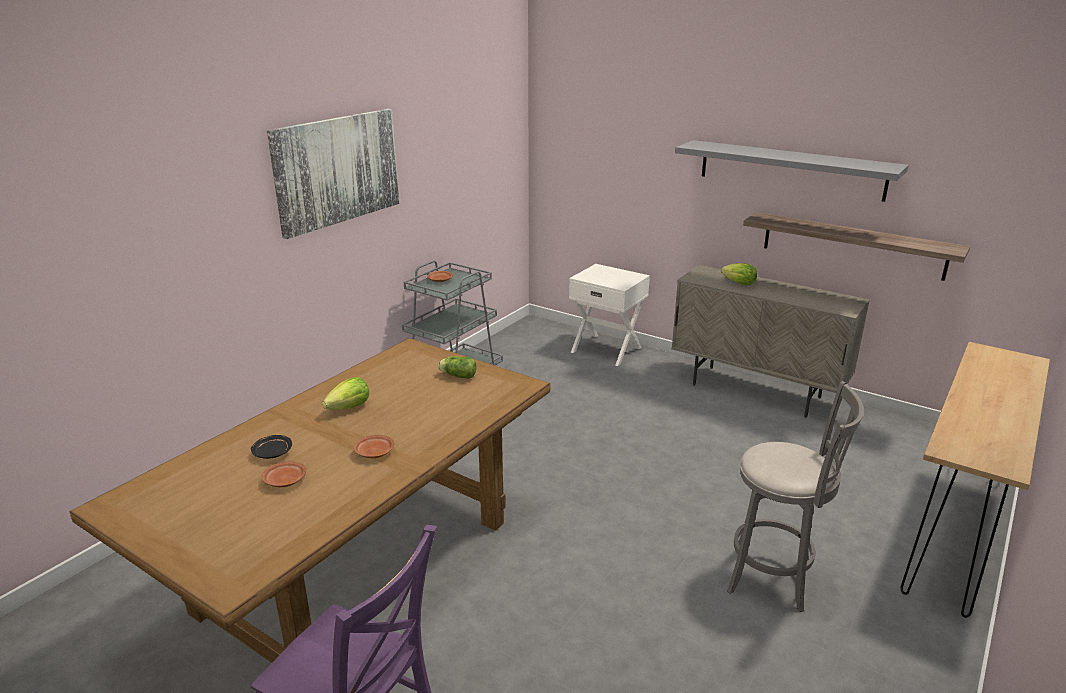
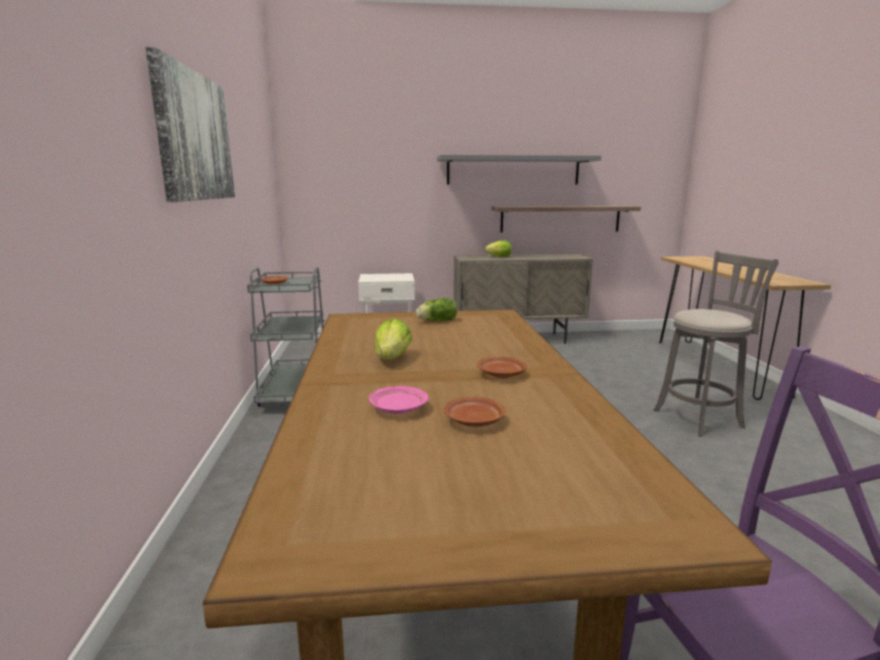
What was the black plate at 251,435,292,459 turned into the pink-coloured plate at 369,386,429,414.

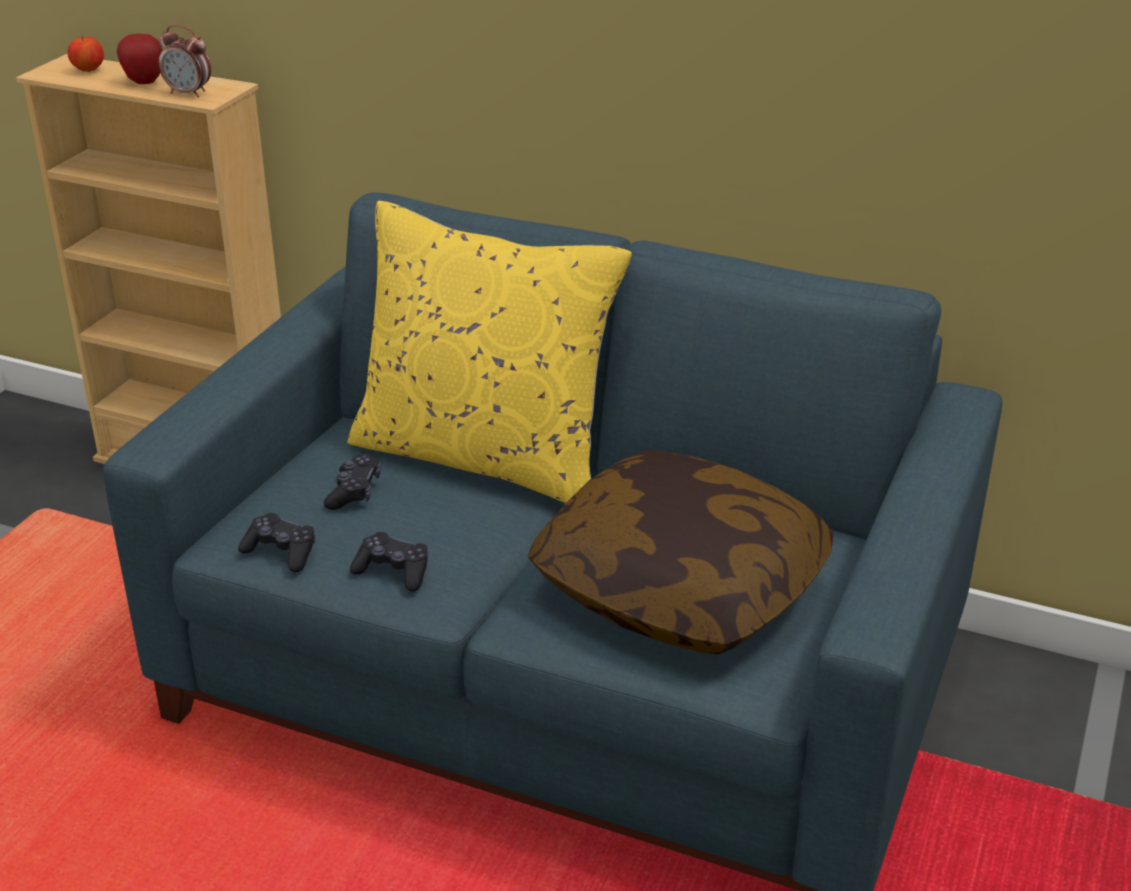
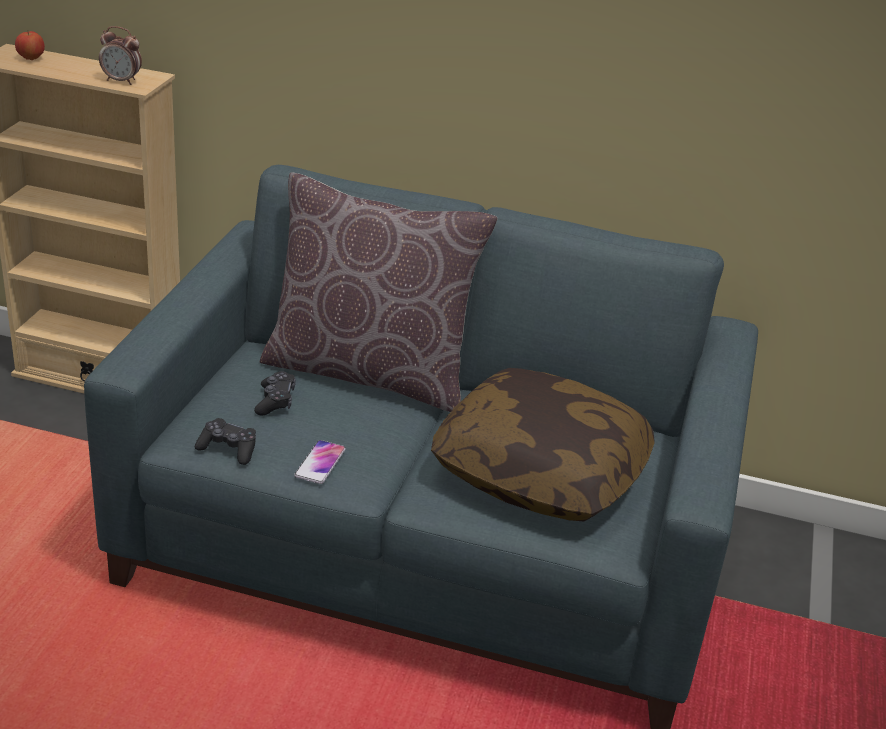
The second view lost the whole apple at 117,33,163,84.
What was the yellow-coloured cushion at 348,201,632,503 turned into the brown-coloured cushion at 260,172,497,412.
Where the black joypad stood at 350,532,428,592, the handset came to stand at 294,440,346,484.

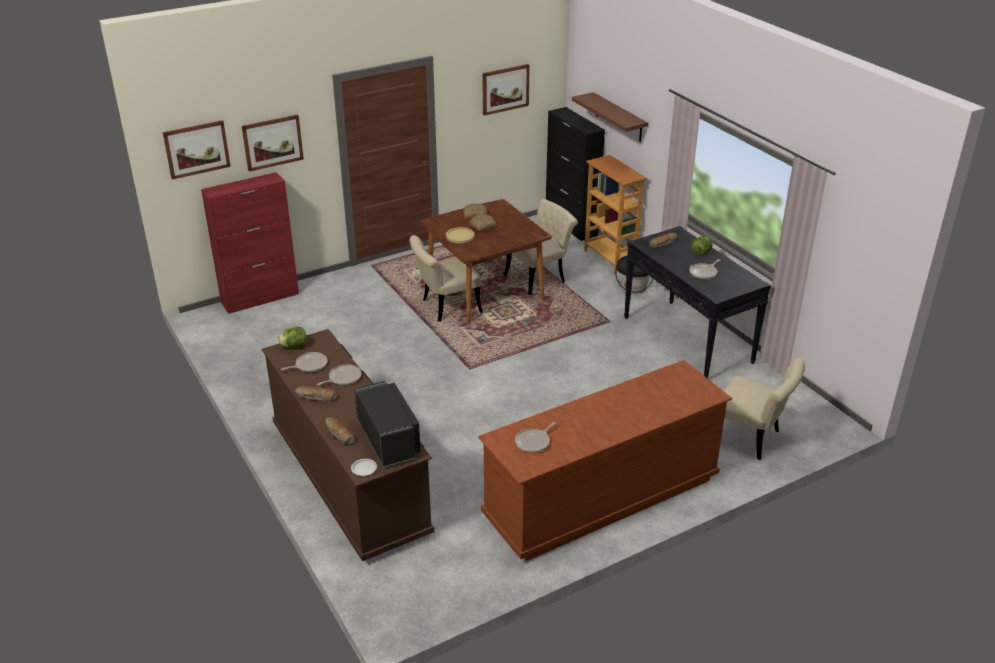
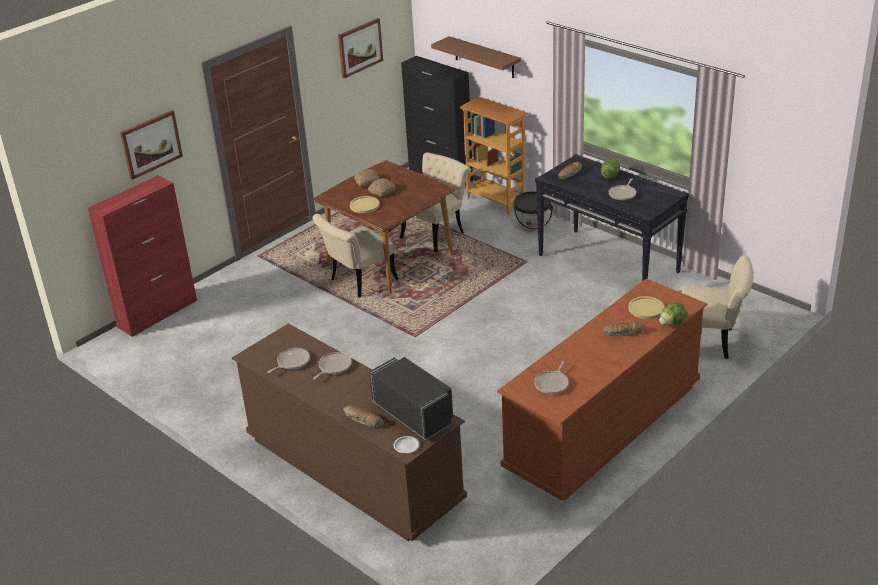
The second view lost the wall art at 163,120,231,180.
The lettuce ended up elsewhere, having gone from 278,327,307,348 to 659,303,687,326.
The baked bread ended up elsewhere, having gone from 295,386,337,401 to 603,322,644,336.
The second view gained the yellow-coloured plate at 628,296,664,319.

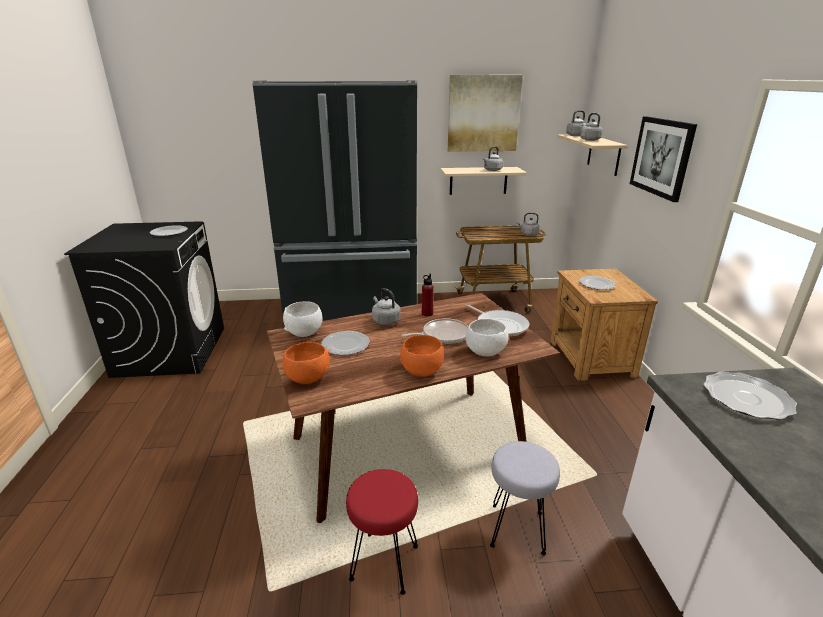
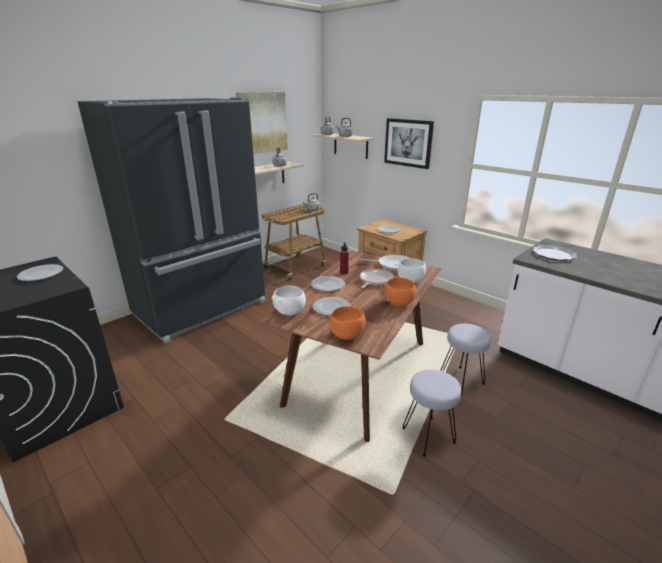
What was the reddish stool at 346,469,418,595 turned into the gray stool at 403,369,461,457.
Where the gray water kettle stood at 372,288,401,325, the plate came to stand at 311,276,345,291.

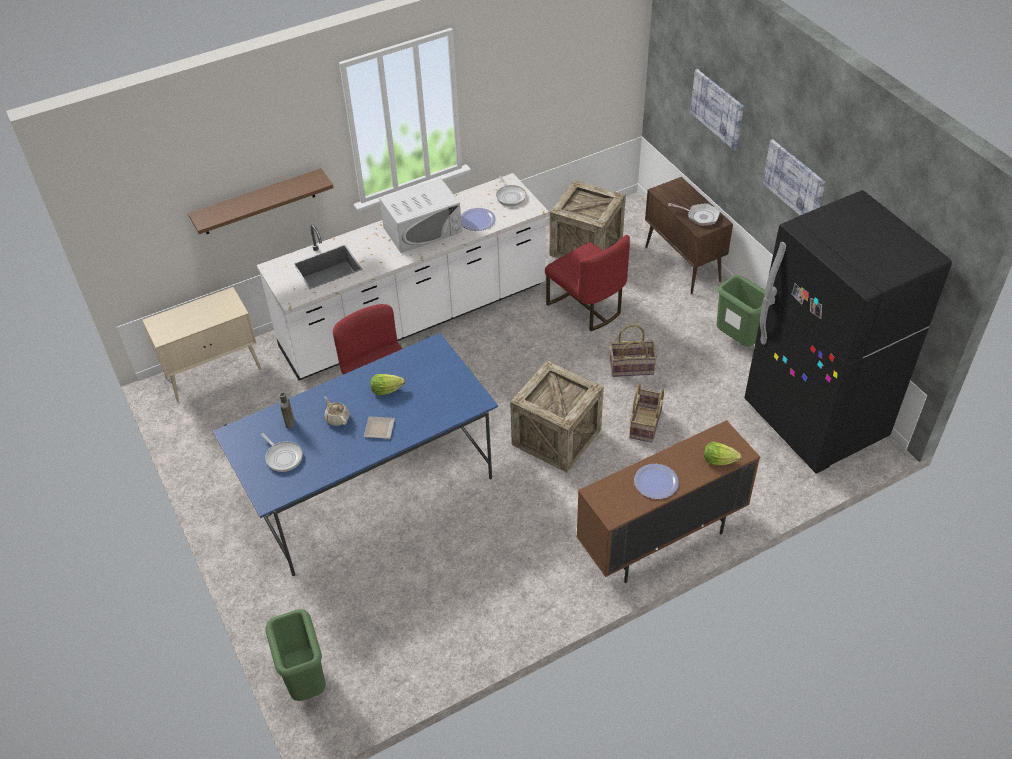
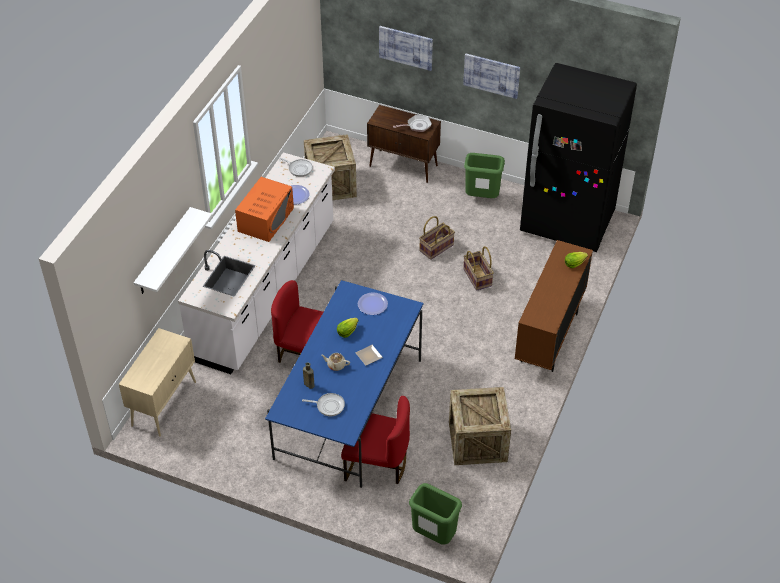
What was the brown-coloured shelf at 188,168,334,234 turned into the whitish shelf at 134,207,213,294.
What was the whitish kitchen microwave at 380,178,462,253 turned into the orange-coloured kitchen microwave at 235,177,294,242.
The packing crate ended up elsewhere, having gone from 510,361,604,473 to 449,387,511,465.
The reddish upright chair ended up elsewhere, having gone from 545,235,630,331 to 341,396,410,484.
The plate ended up elsewhere, having gone from 634,464,679,499 to 358,292,388,315.

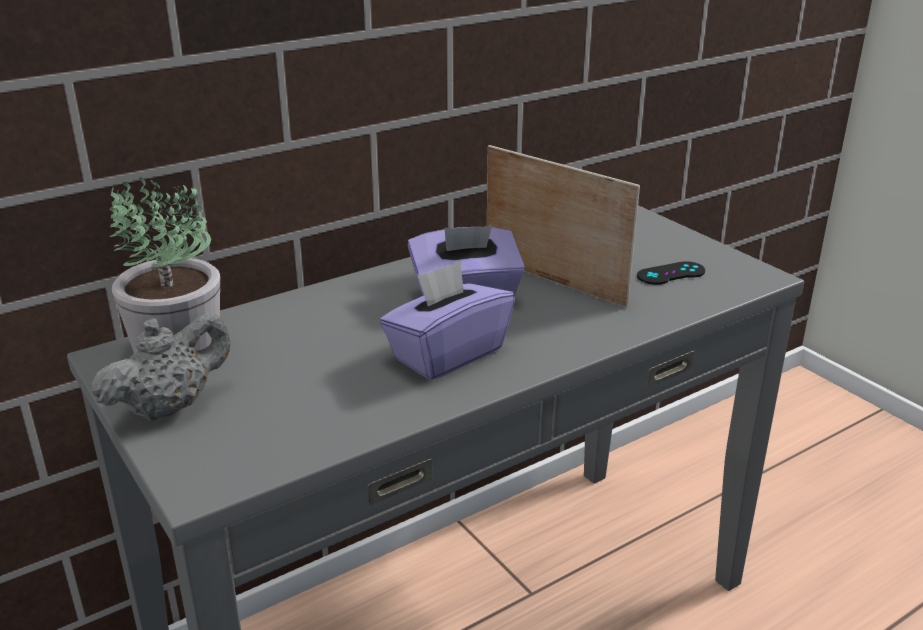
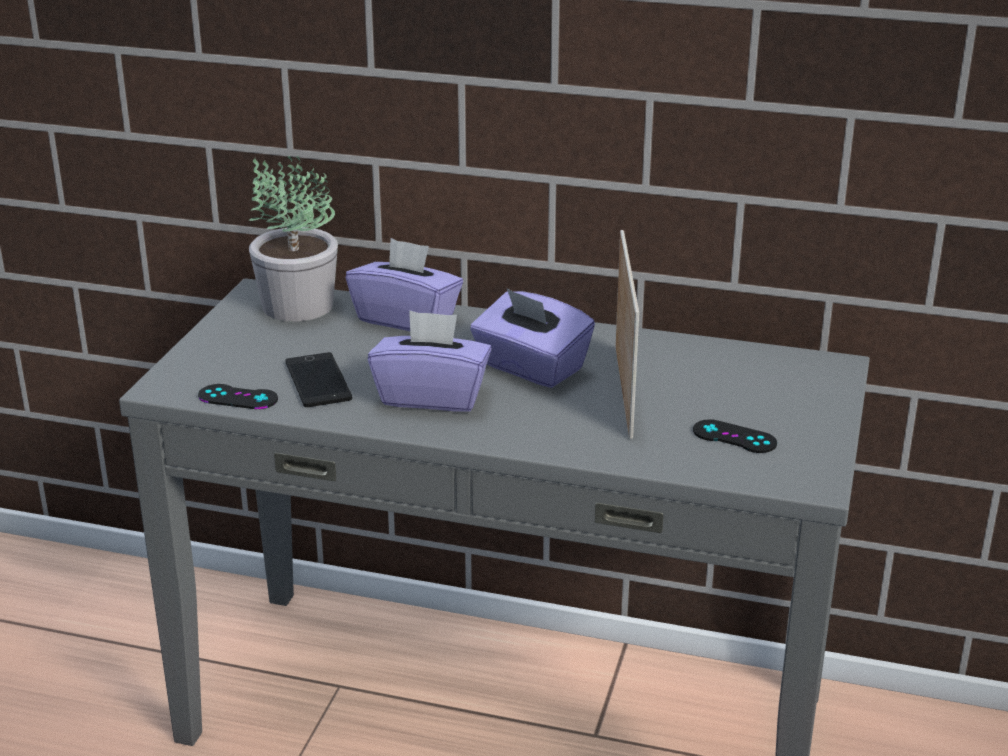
The second view lost the gray tea pot at 91,312,231,422.
The second view gained the black joypad at 198,384,278,409.
The second view gained the handset at 285,352,352,407.
The second view gained the purplish tissue box at 346,238,463,331.

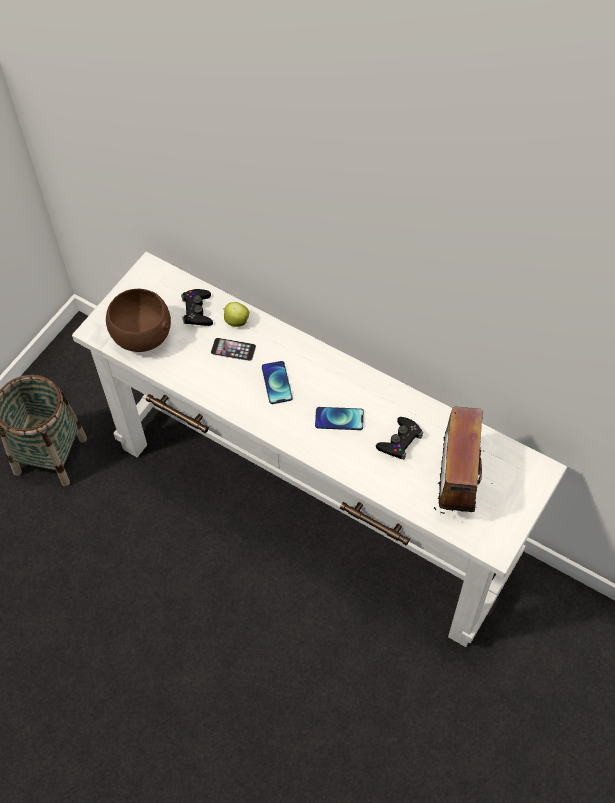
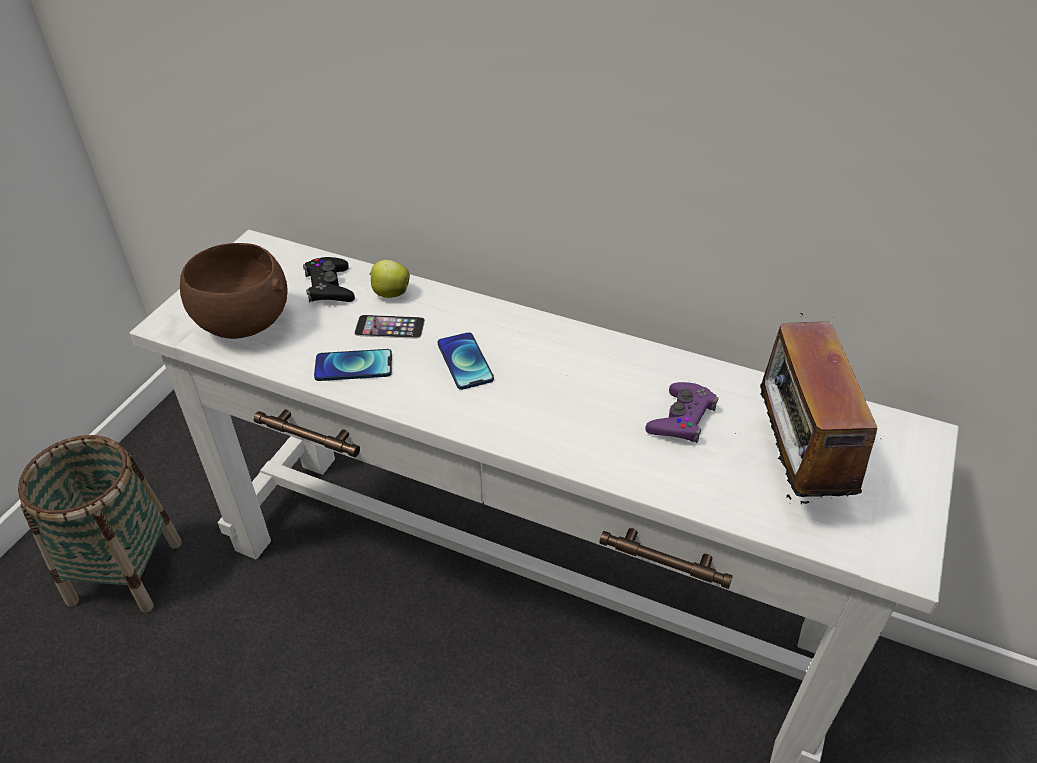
The handset ended up elsewhere, having gone from 315,407,364,430 to 314,349,392,381.
What was the black joypad at 376,417,423,460 turned into the purplish joypad at 645,382,719,443.

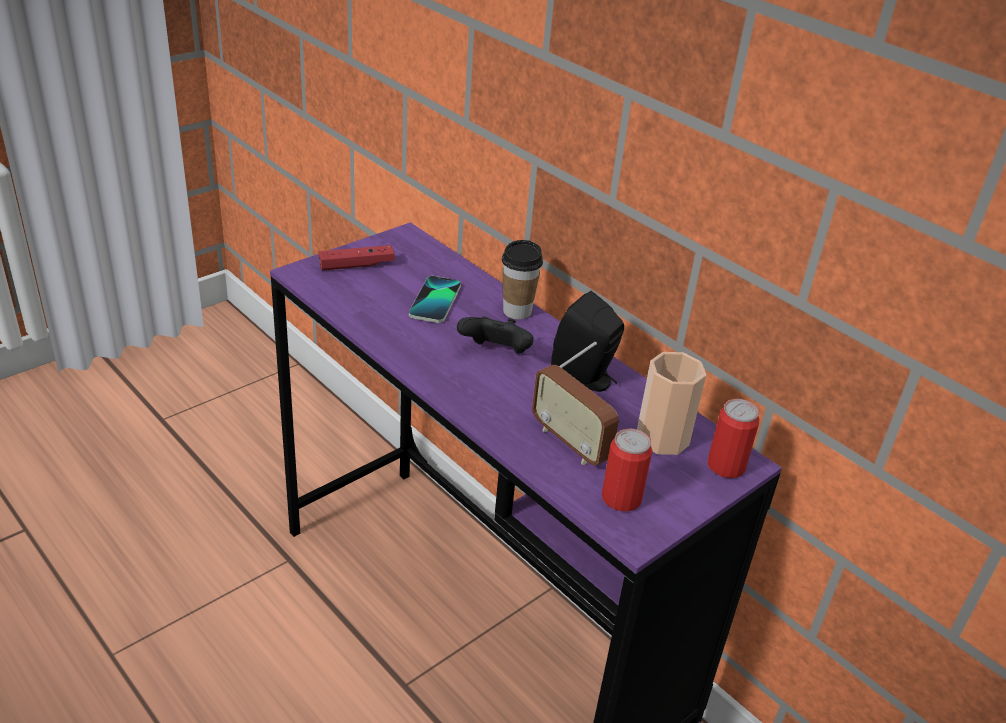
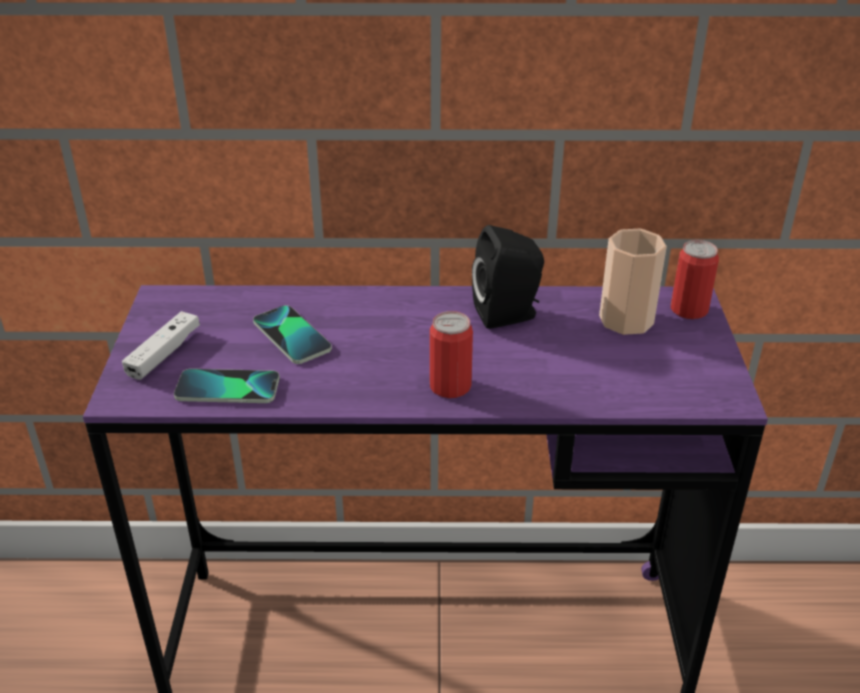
What was the reddish joypad at 319,245,395,270 turned into the whitish joypad at 122,311,200,380.
The second view lost the black joypad at 457,316,534,354.
The second view lost the drinking cup at 502,240,543,319.
The second view lost the radio receiver at 532,342,619,465.
The metal can ended up elsewhere, having gone from 602,429,652,511 to 430,311,473,398.
The second view gained the handset at 174,369,280,403.

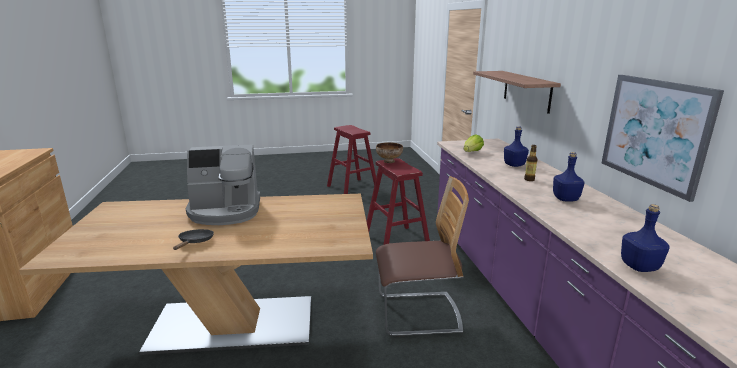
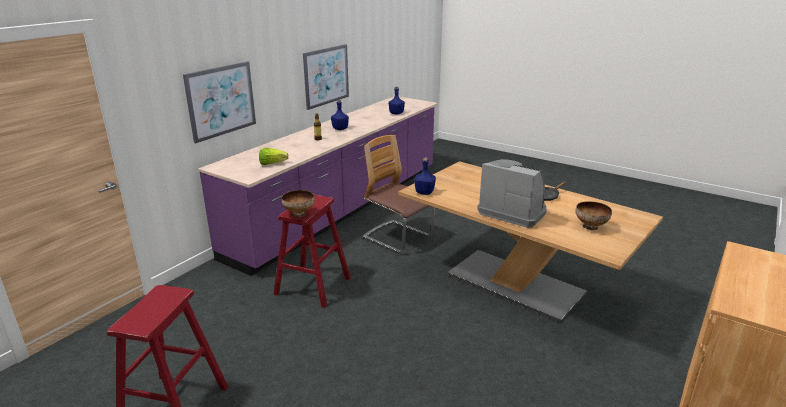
Where the shelf hung at 473,71,561,114, the wall art came to hang at 183,61,256,143.
The blue drink bottle ended up elsewhere, having gone from 504,126,529,167 to 414,157,436,195.
The second view gained the serving bowl at 575,201,612,230.

